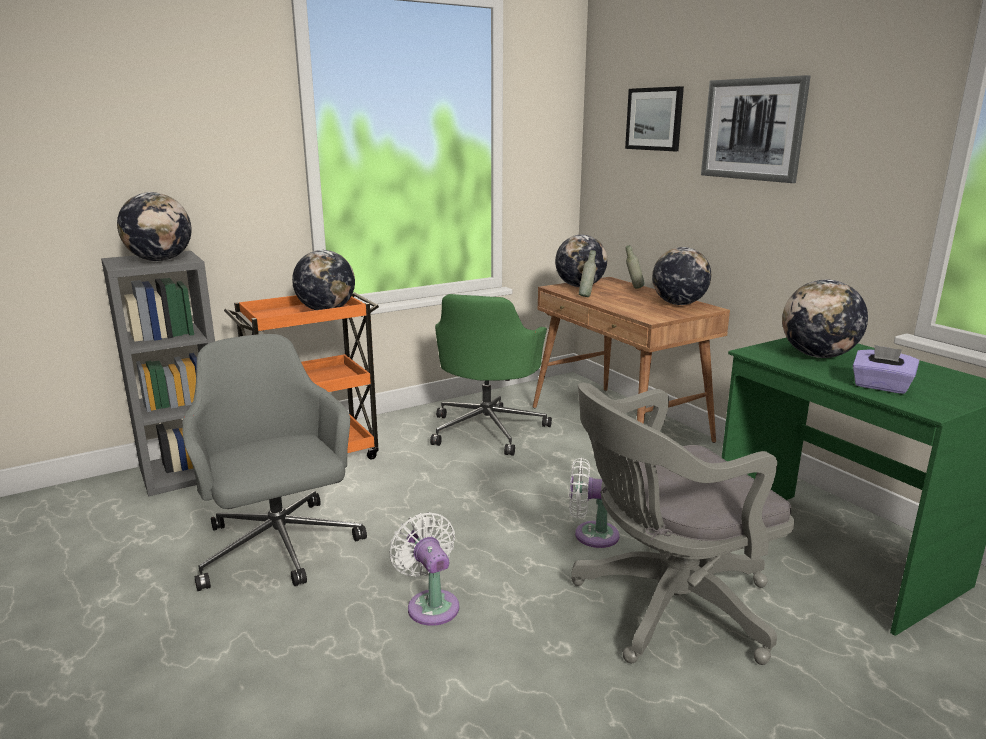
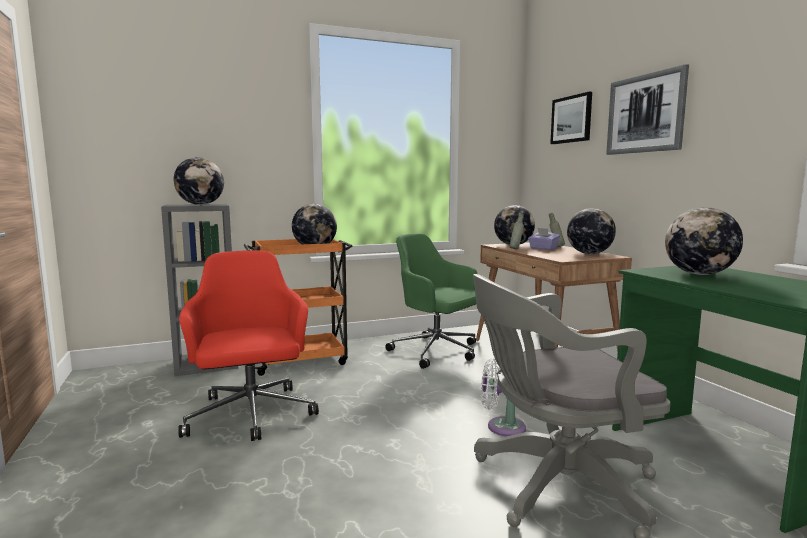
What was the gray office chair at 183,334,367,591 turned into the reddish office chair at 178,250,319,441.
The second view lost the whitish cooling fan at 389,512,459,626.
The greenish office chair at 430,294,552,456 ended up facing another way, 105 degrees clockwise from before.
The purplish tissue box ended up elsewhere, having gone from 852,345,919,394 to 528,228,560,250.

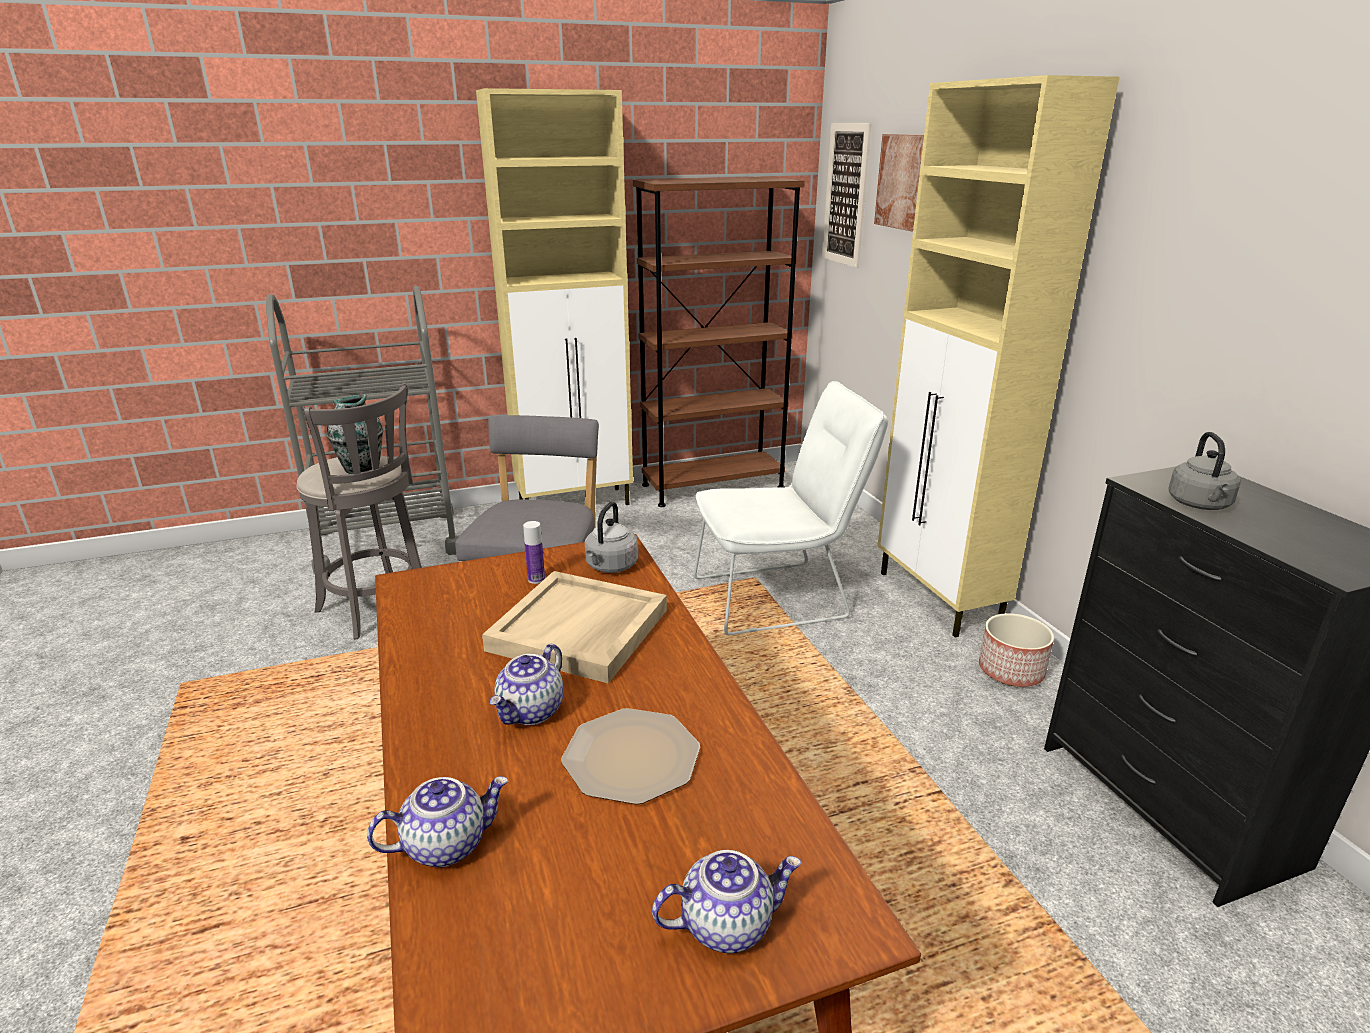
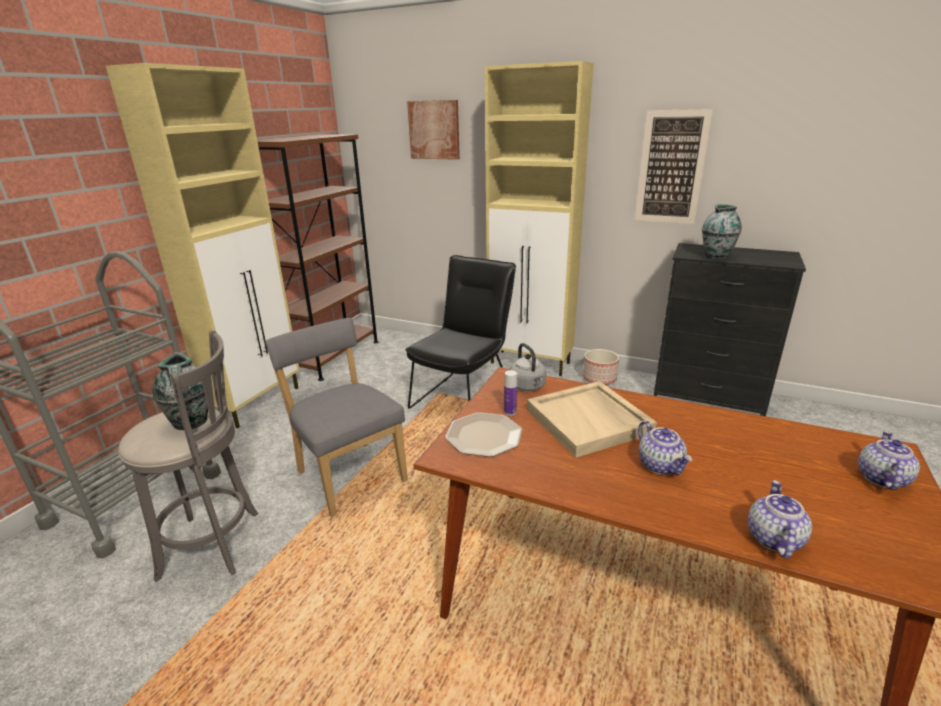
The plate ended up elsewhere, having gone from 561,708,700,805 to 445,412,522,457.
What was the whitish upright chair at 693,381,888,635 turned into the black upright chair at 406,255,516,409.
The wall art ended up elsewhere, having gone from 822,123,872,268 to 635,109,713,224.
Where the gray water kettle stood at 1168,432,1240,510, the decorative vase came to stand at 702,204,742,260.

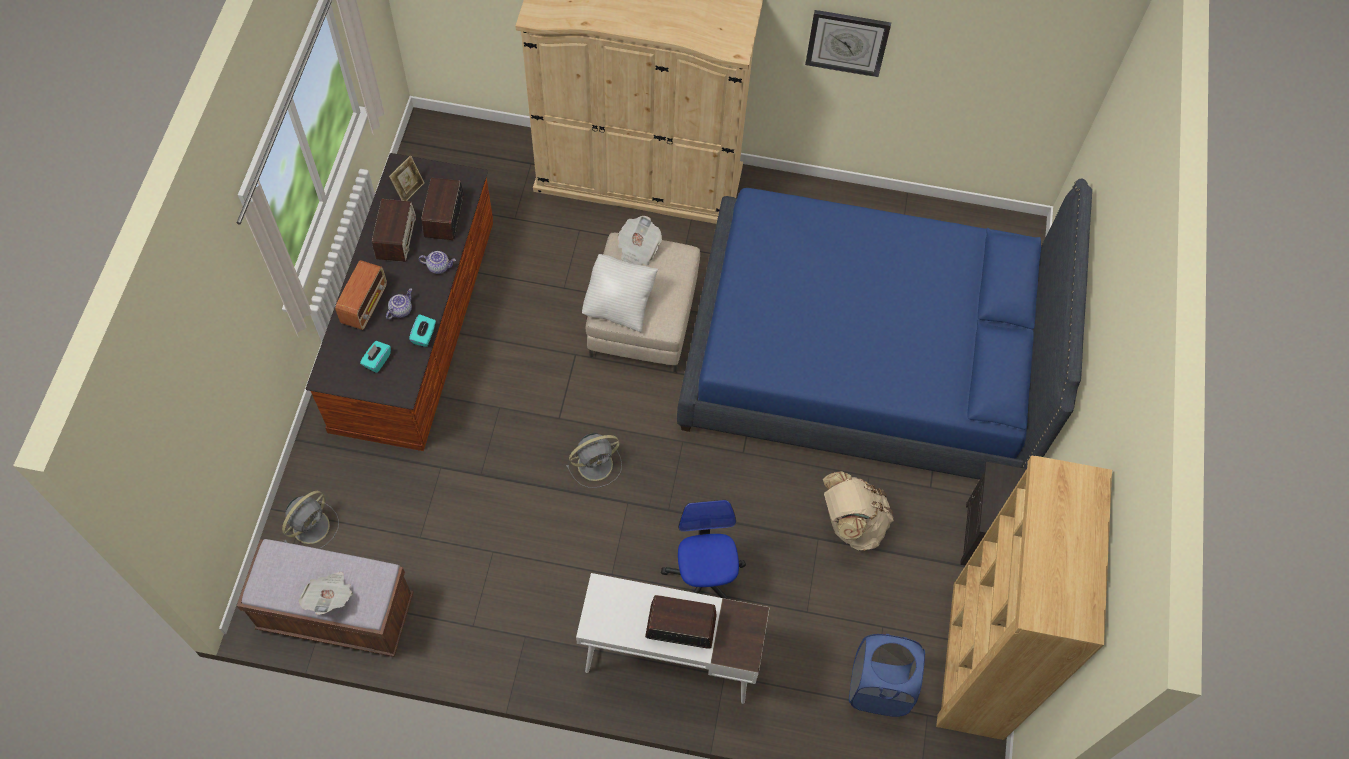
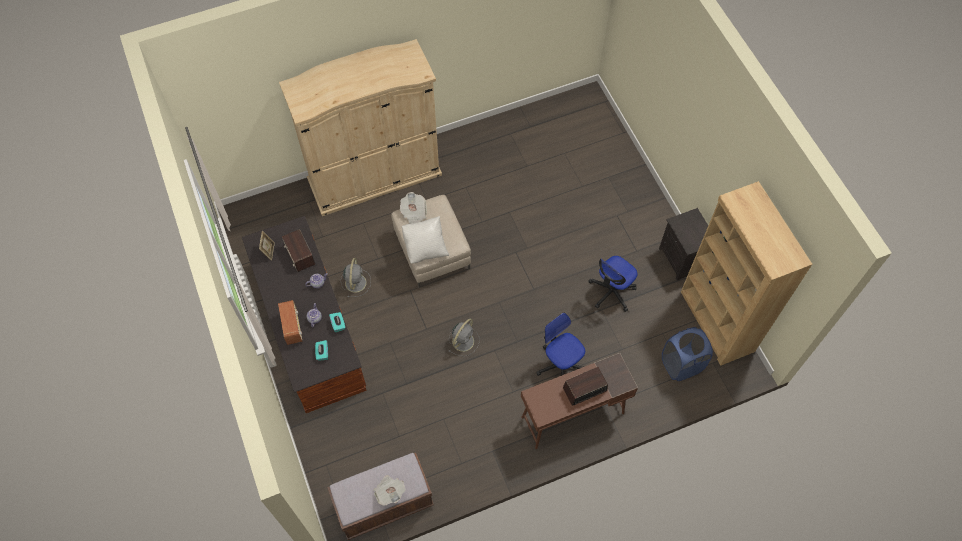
The gray cooling fan ended up elsewhere, having gone from 282,491,339,549 to 341,258,371,297.
The second view lost the radio receiver at 372,199,416,262.
What was the whitish desk unit at 576,573,770,704 turned into the brown-coloured desk unit at 521,353,638,449.
The second view lost the blue sleeping bed at 677,179,1092,480.
The second view lost the wall clock at 805,10,891,77.
Where the beige-coloured knapsack stood at 823,471,894,551, the office chair came to stand at 588,256,637,312.

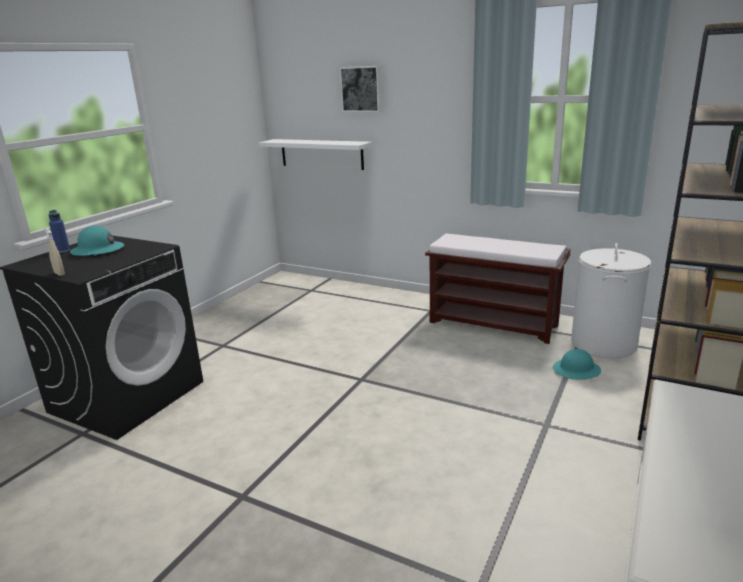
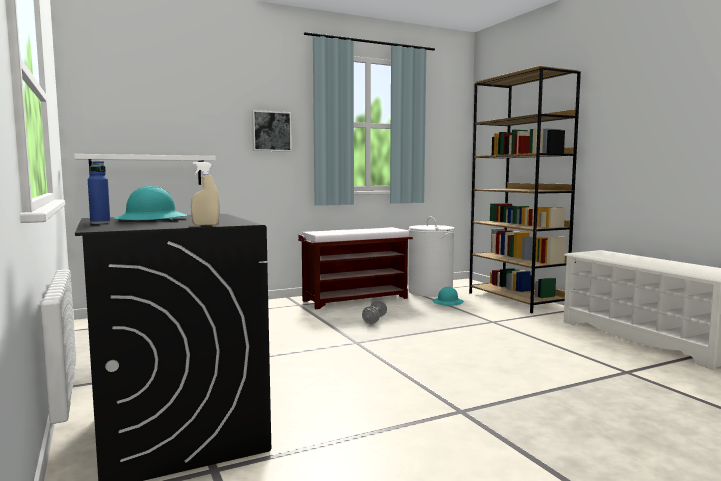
The wall art ended up elsewhere, having gone from 340,66,381,112 to 252,110,292,151.
The second view gained the gray free weight at 362,300,387,324.

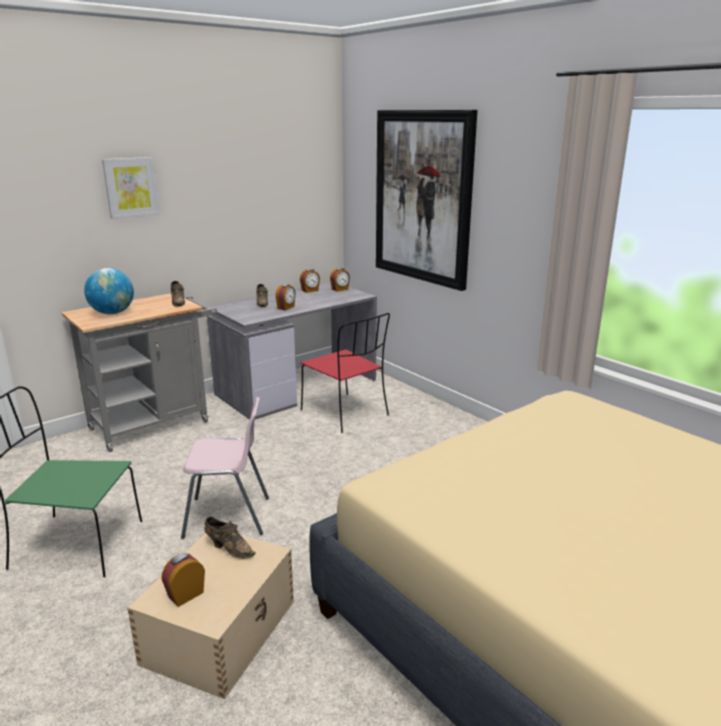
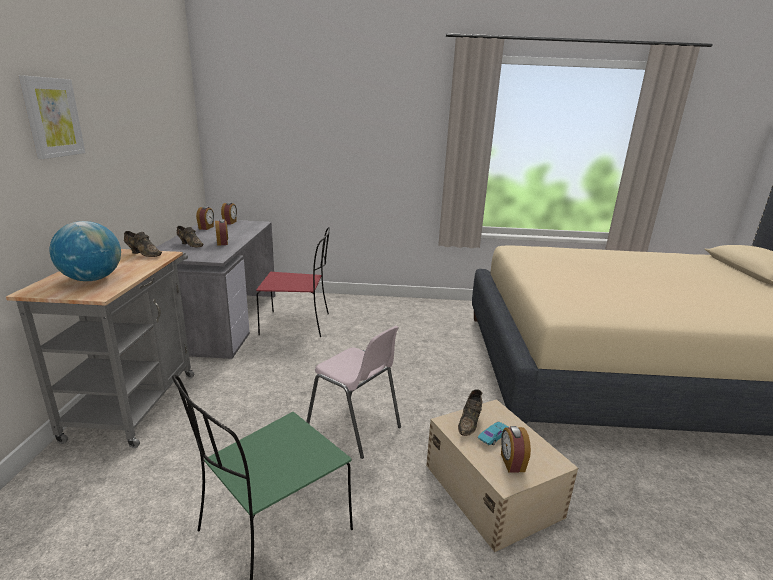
The pink-coloured upright chair at 181,397,269,539 ended up facing another way, 90 degrees clockwise from before.
The brown-coloured low shoe at 204,517,256,559 ended up facing another way, 135 degrees clockwise from before.
The second view lost the wall art at 376,110,477,291.
The second view gained the blue-green miniature car at 478,422,508,445.

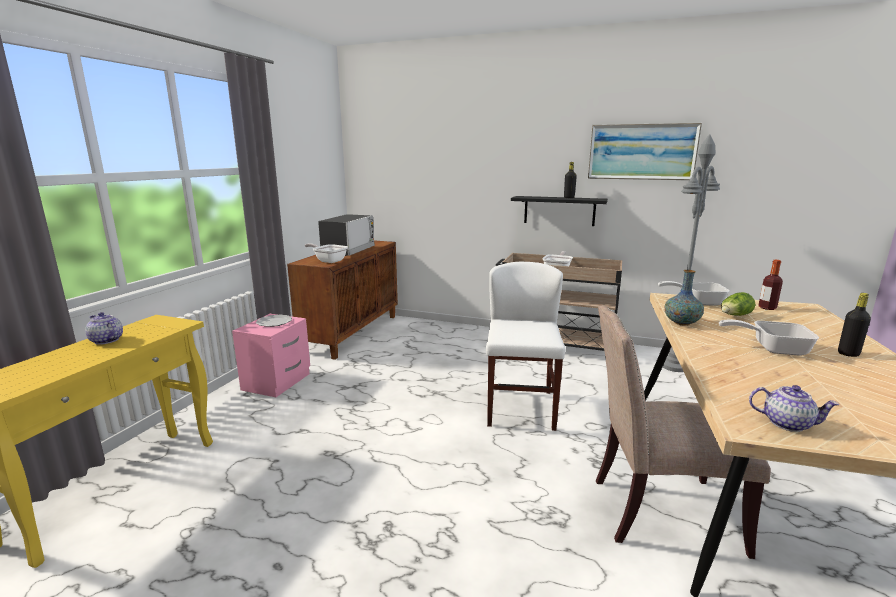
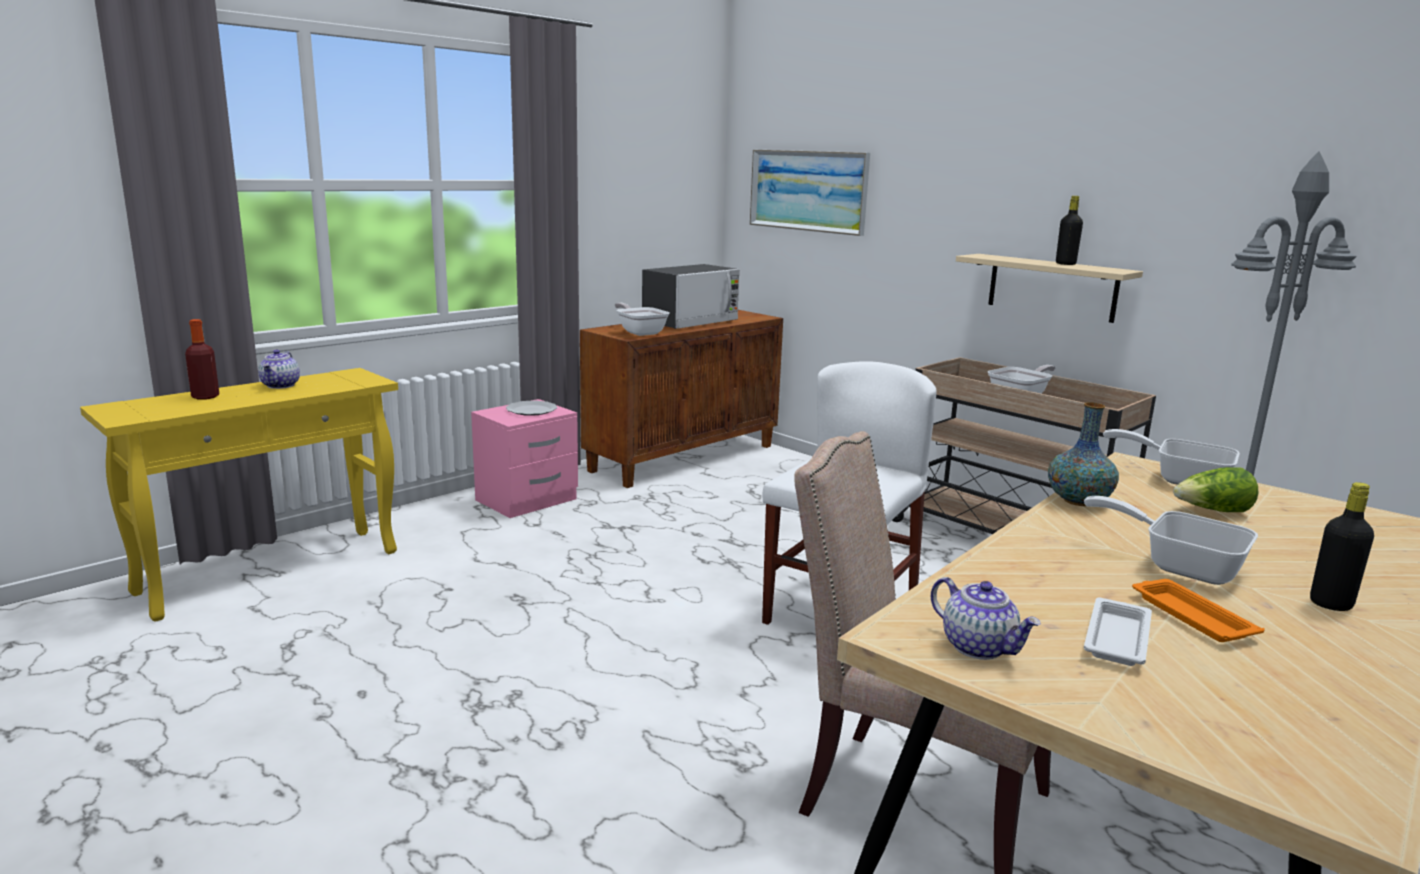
The tea pot at 85,312,123,345 ended up facing another way, 150 degrees counterclockwise from before.
What was the black shelf at 511,196,608,226 turned into the beige-coloured shelf at 956,254,1143,323.
The wall art ended up elsewhere, having gone from 588,123,702,180 to 750,150,870,236.
The drink bottle ended up elsewhere, having gone from 758,260,783,310 to 185,319,219,400.
The second view gained the whitish carrying tray at 1084,598,1152,666.
The second view gained the orange-coloured carrying tray at 1132,579,1265,642.

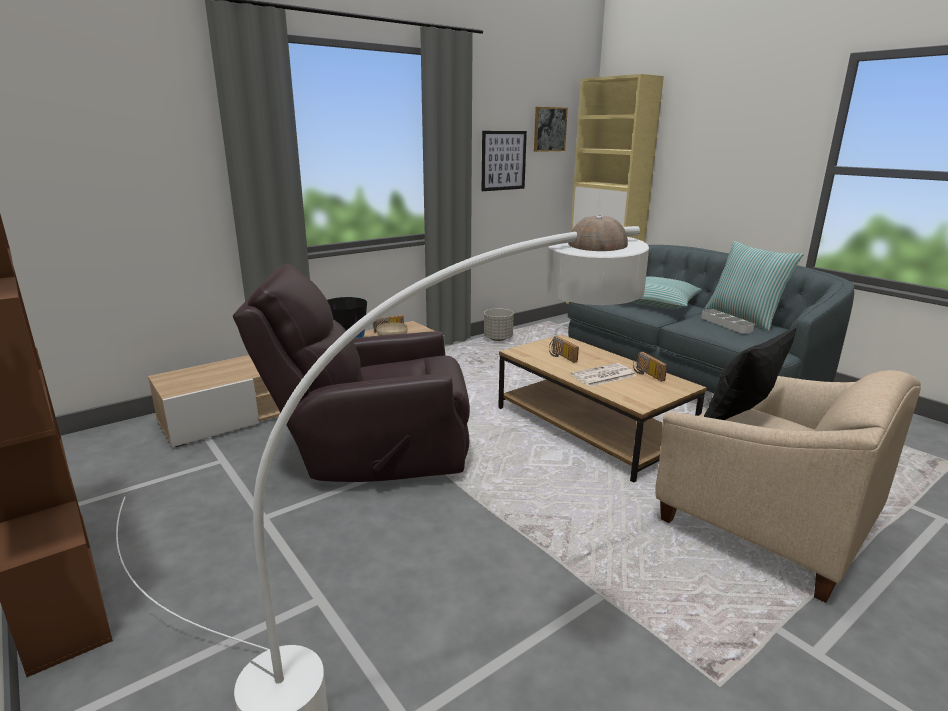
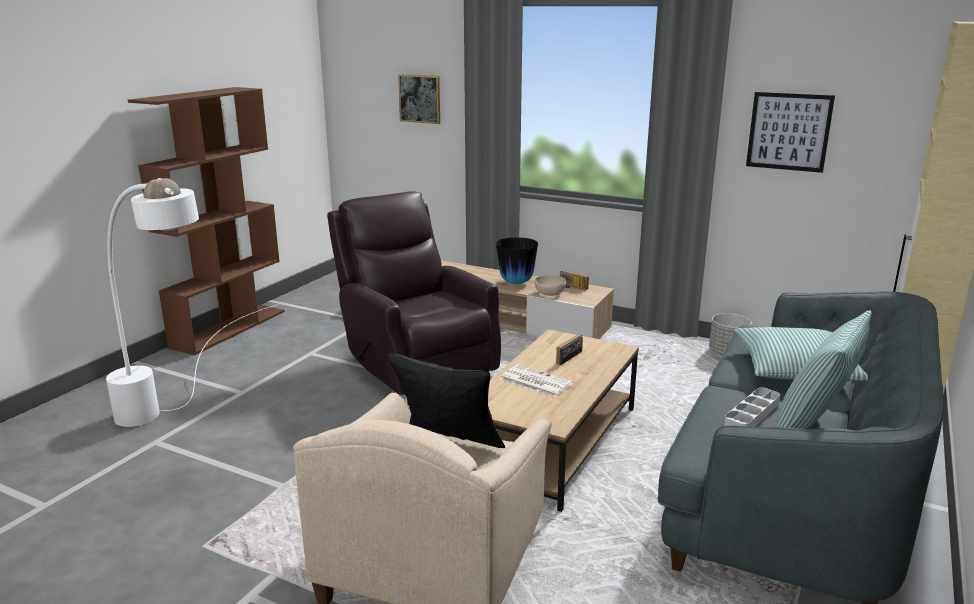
The wall art ended up elsewhere, having gone from 534,107,568,152 to 398,74,440,124.
The second view lost the radio receiver at 633,352,667,382.

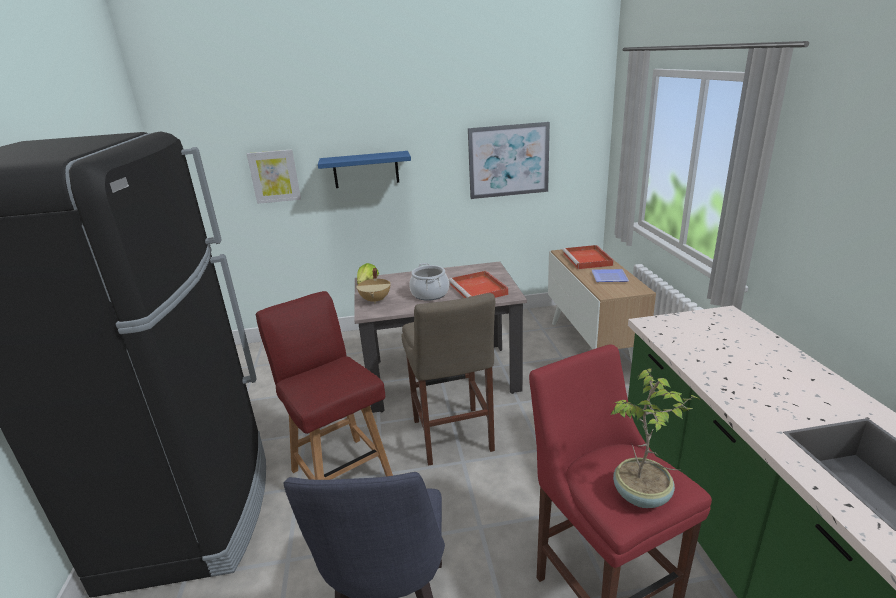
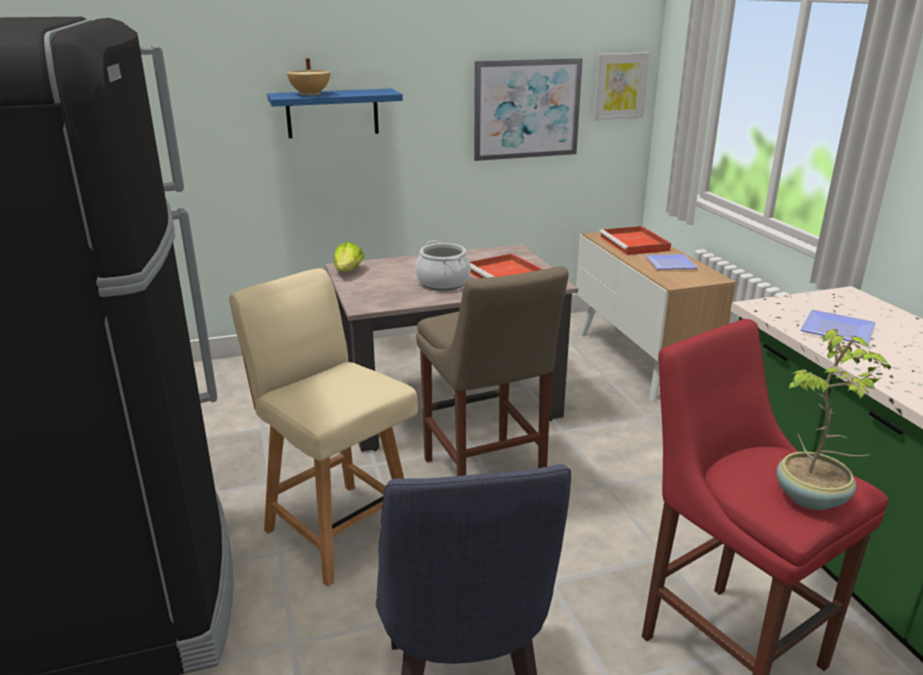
The wall art ended up elsewhere, having gone from 247,149,301,204 to 593,53,649,120.
What was the reddish upright chair at 256,291,393,480 turned into the beige-coloured upright chair at 229,268,418,587.
The beige-coloured cooking pot ended up elsewhere, having gone from 356,268,391,304 to 287,58,330,96.
The second view gained the plate at 800,310,876,344.

